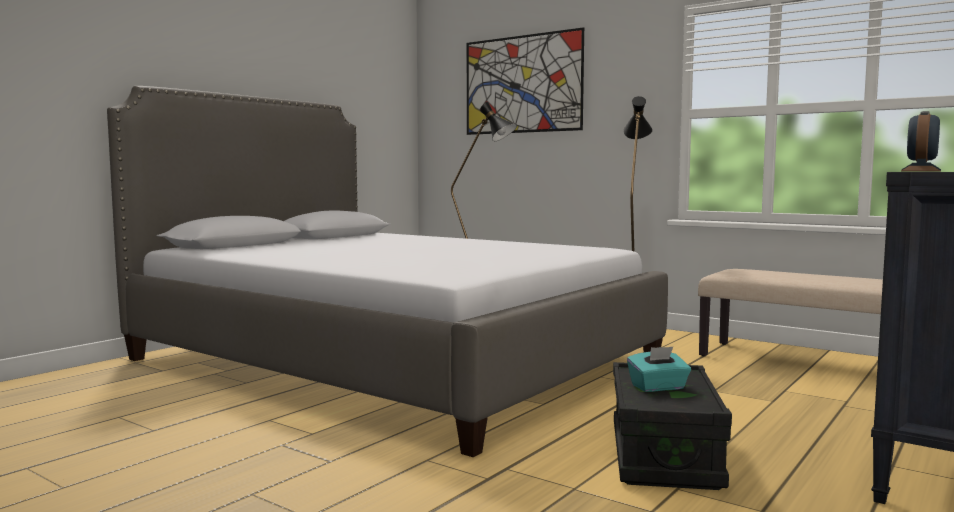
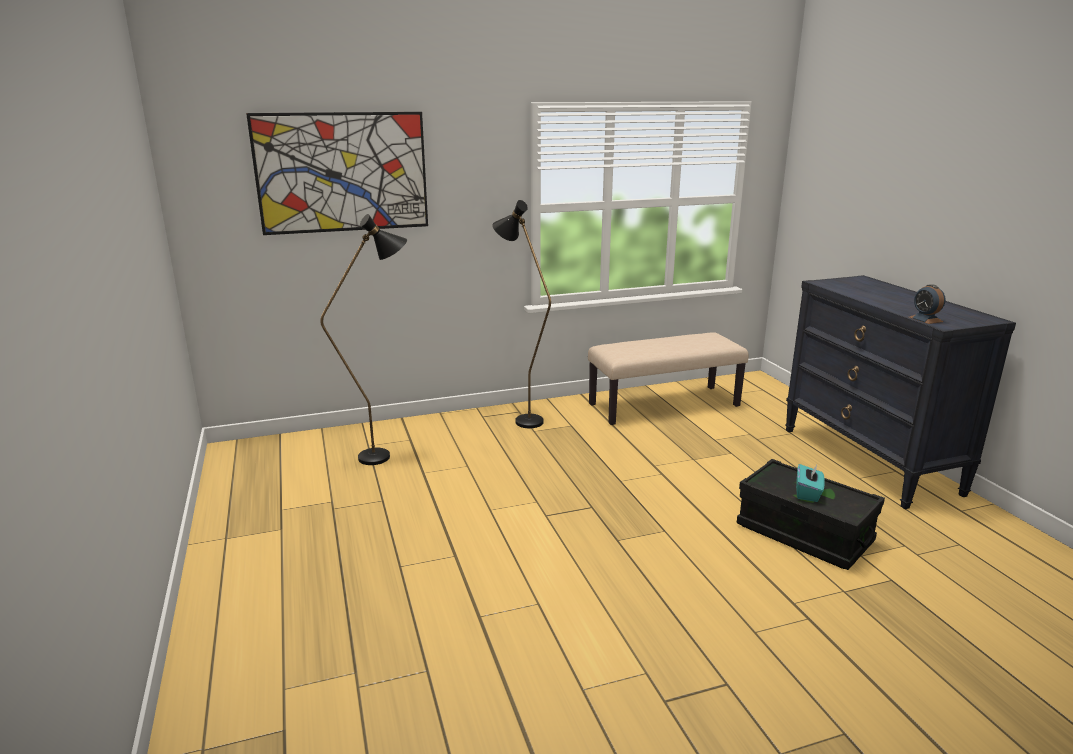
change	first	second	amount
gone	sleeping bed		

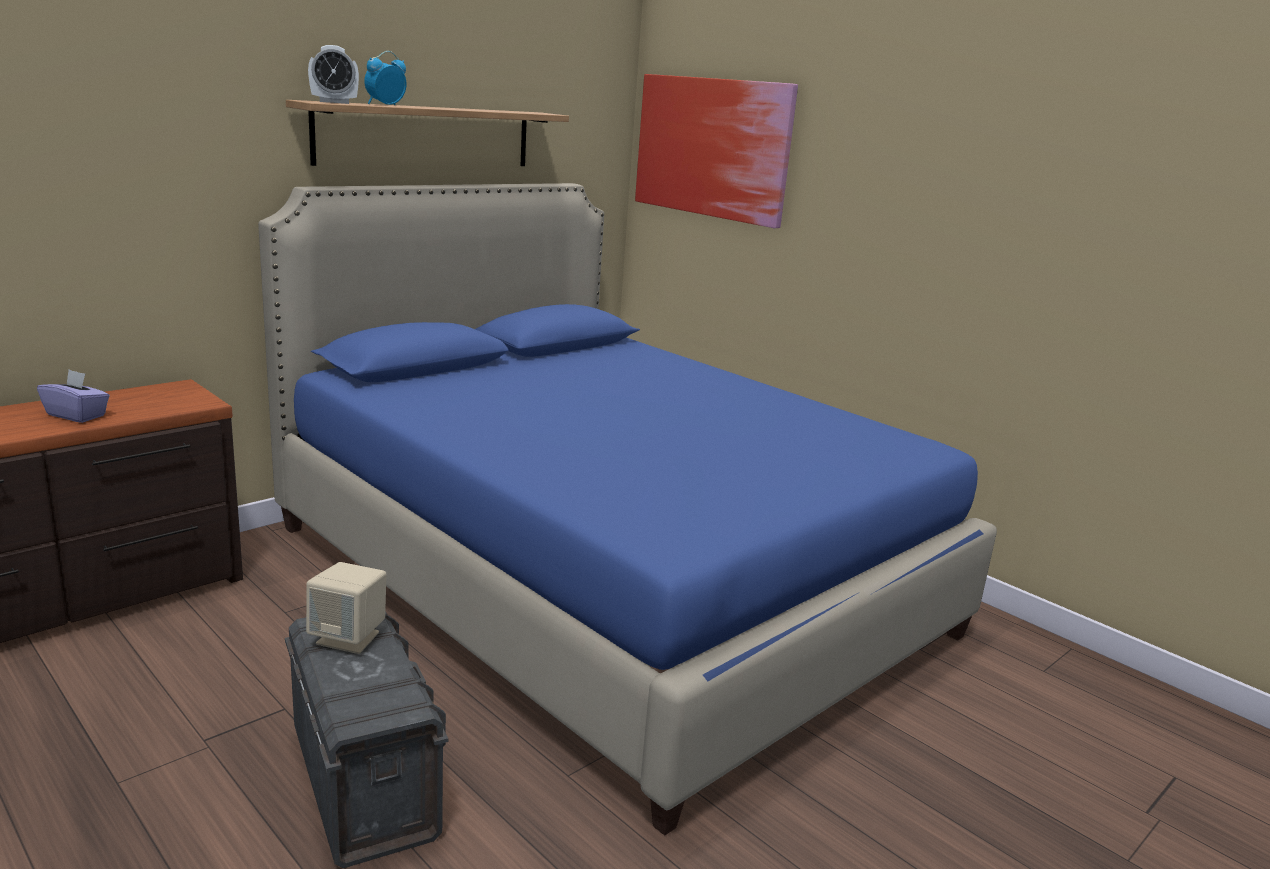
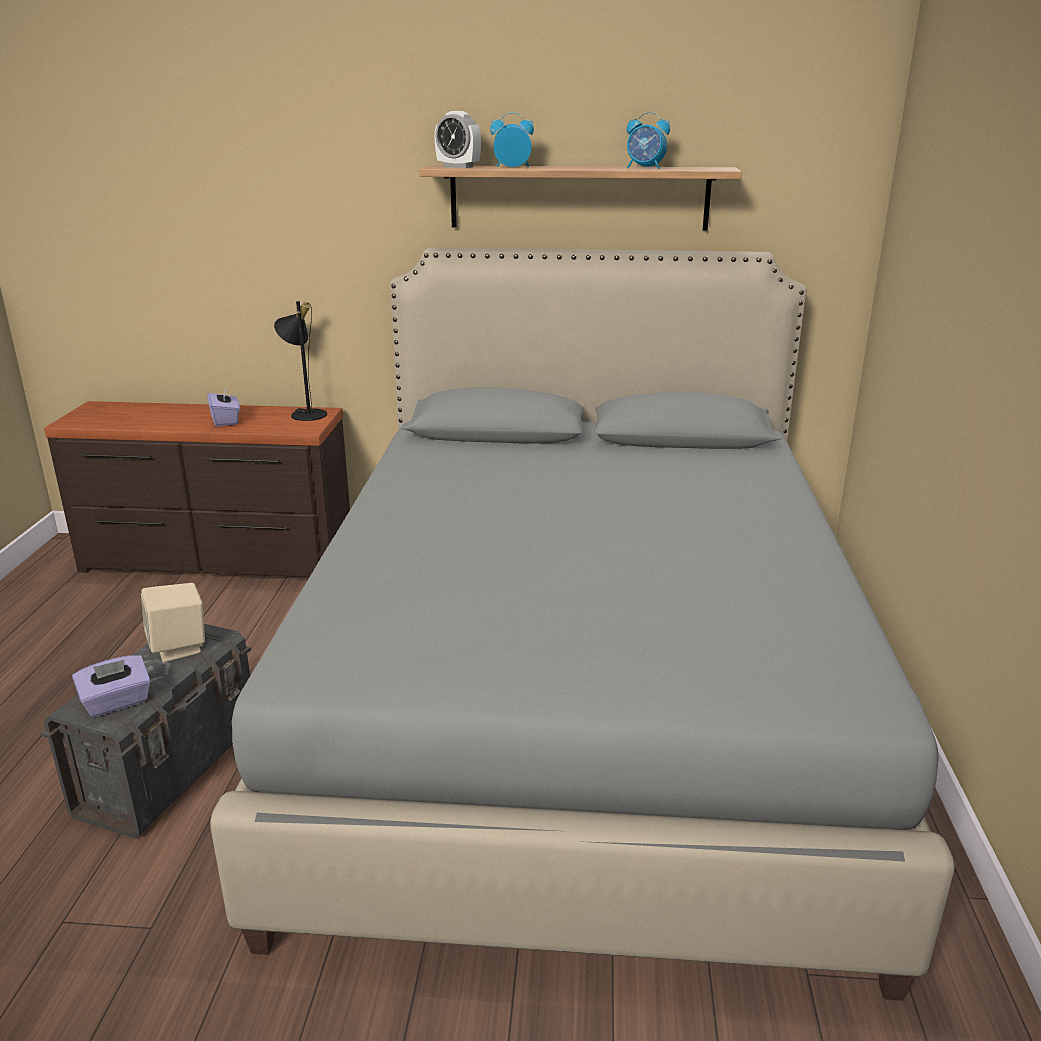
change	first	second	amount
gone	wall art		
new		purple-coloured tissue holder (no. 1 from left)	
new		black tabletop lamp	
new		bedside clock (no. 3 from left)	
repainted	bluish sleeping bed	gray sleeping bed	

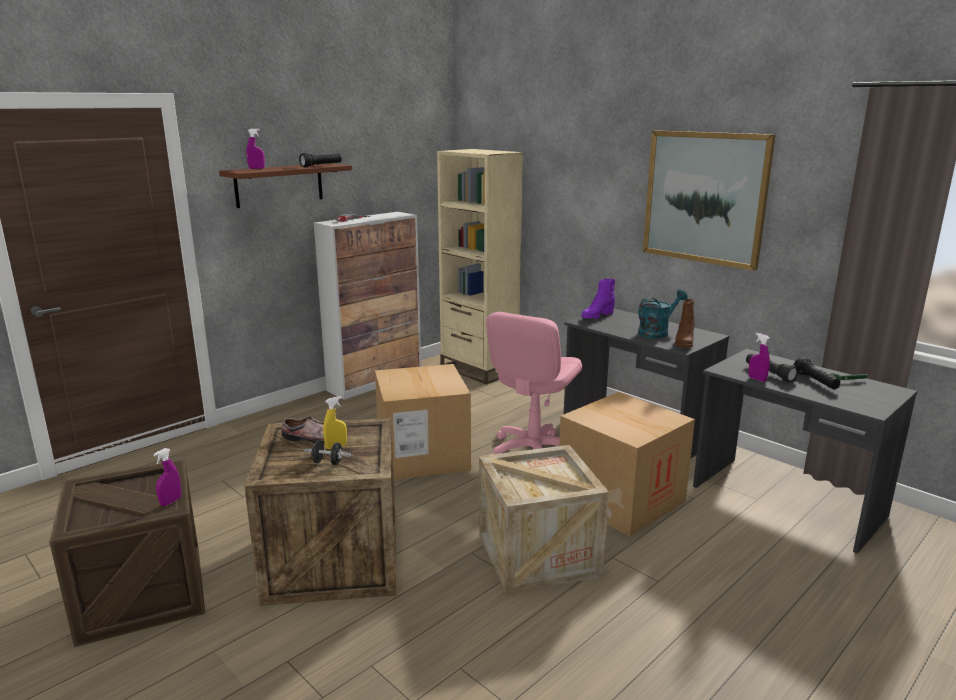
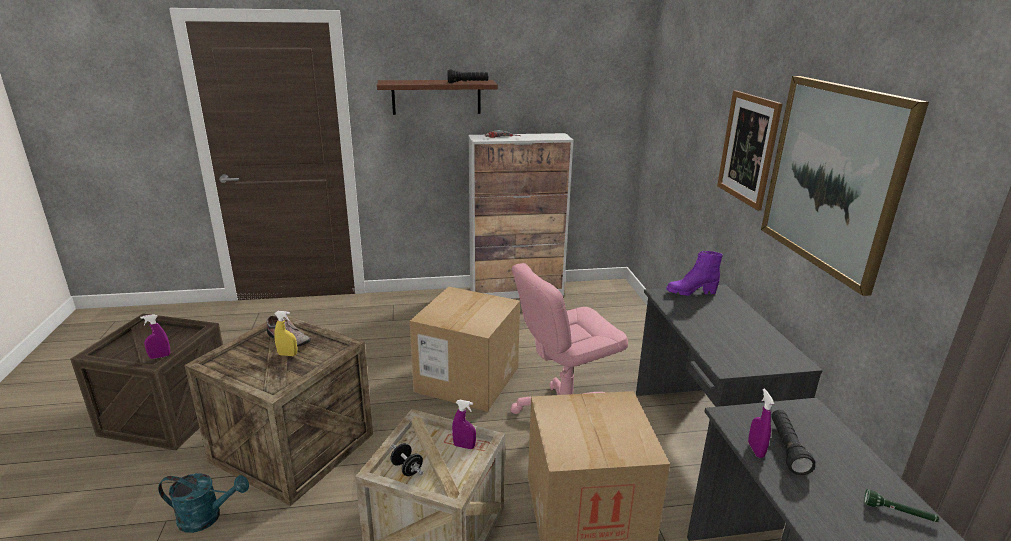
change	first	second	amount
gone	beige shelving unit		
gone	brown boot		
gone	black torch (no. 3 from left)		
new		wall art (no. 1 from left)	
shifted	purple-coloured hand sprayer (no. 2 from left)		
shifted	black free weight		
shifted	turquoise sprinkling can		

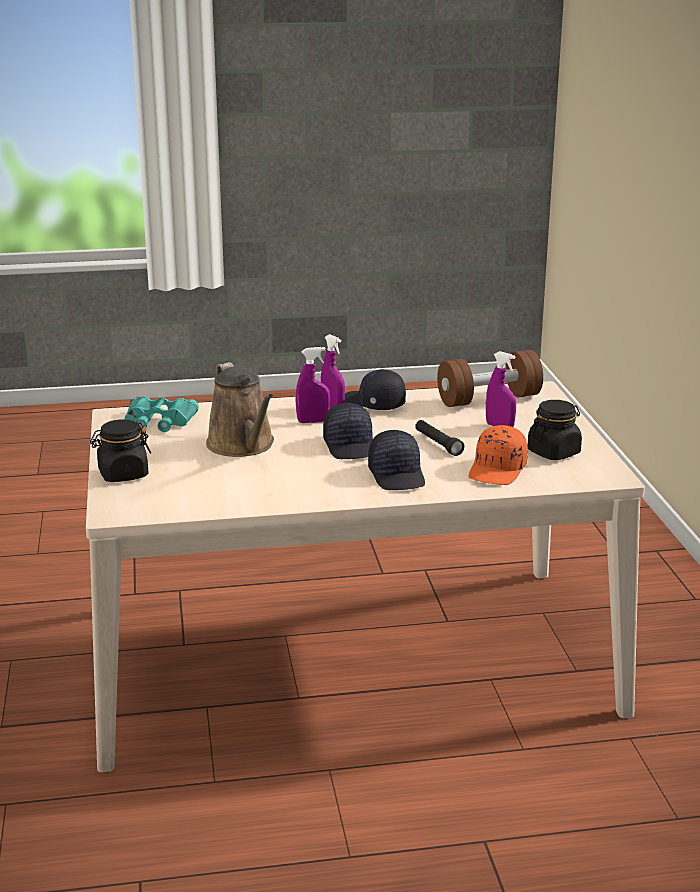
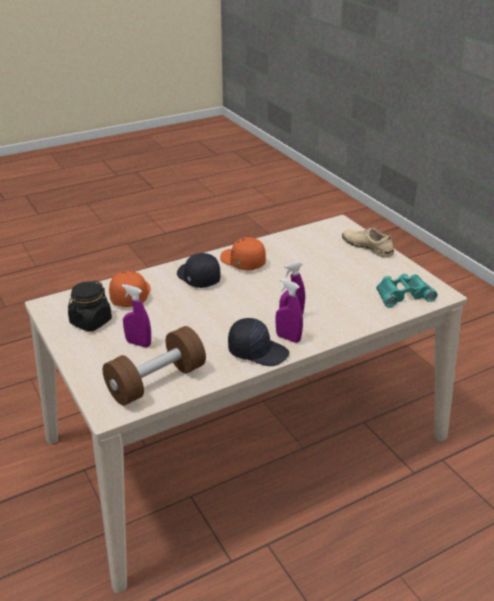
change	first	second	amount
gone	brown sprinkling can		
gone	black peaked cap (no. 1 from left)		
gone	black torch		
new		orangey peaked cap (no. 2 from left)	
swapped	black storage jar (no. 1 from left)	beige shoe	

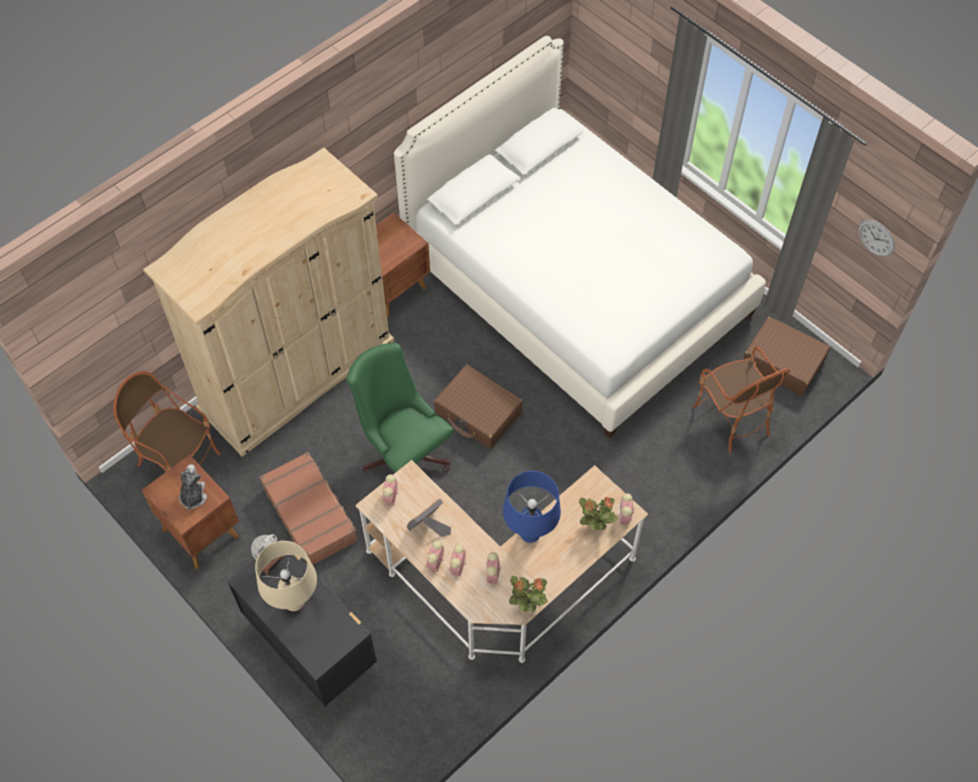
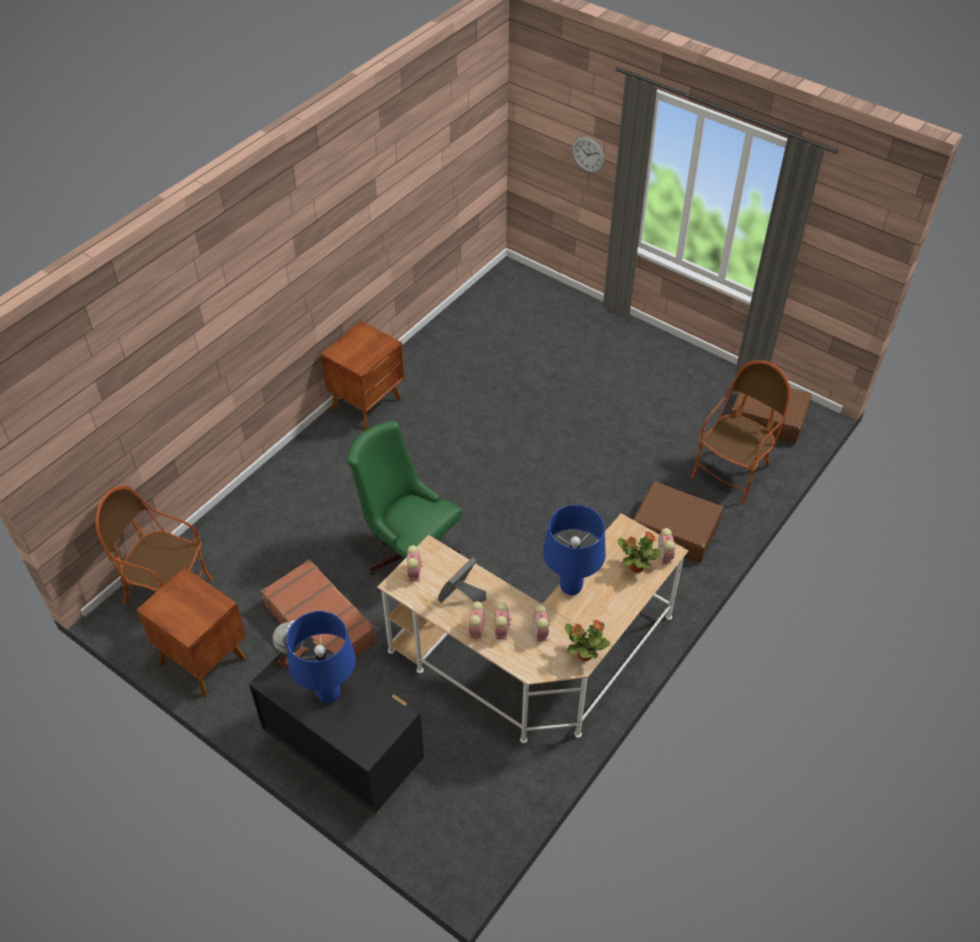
change	first	second	amount
gone	beige wardrobe		
gone	plush toy		
gone	whitish sleeping bed		
shifted	brown piece of luggage (no. 2 from left)		
shifted	hanging clock		
repainted	beige tabletop lamp	bluish tabletop lamp (no. 1 from left)	
rotated	easy chair (no. 2 from left)		105 degrees counterclockwise

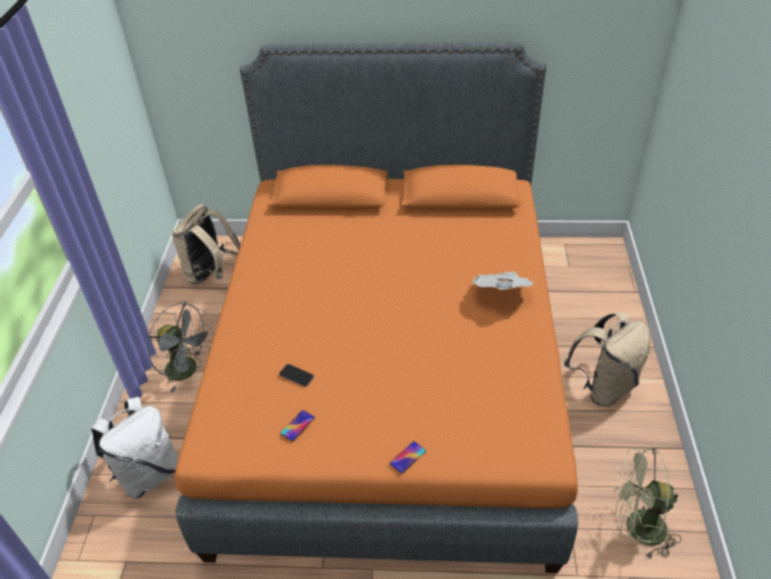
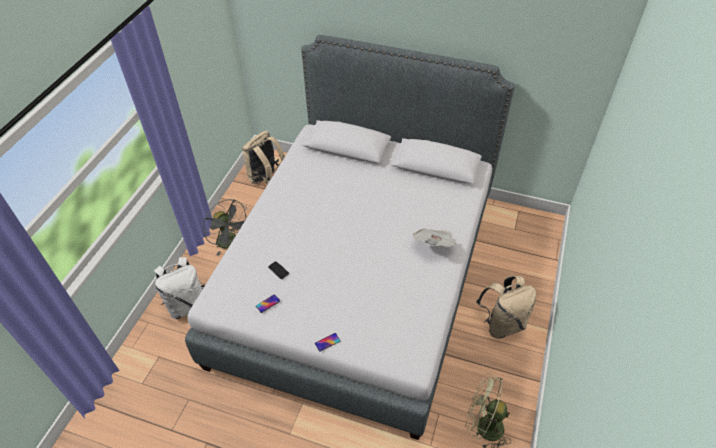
change	first	second	amount
repainted	orangey sleeping bed	gray sleeping bed	

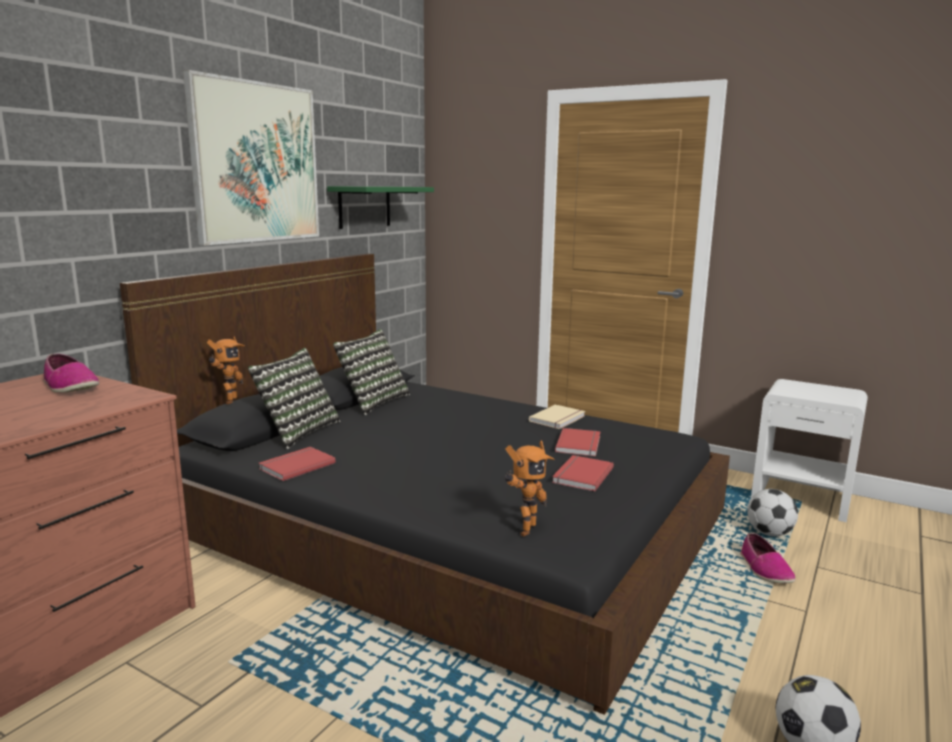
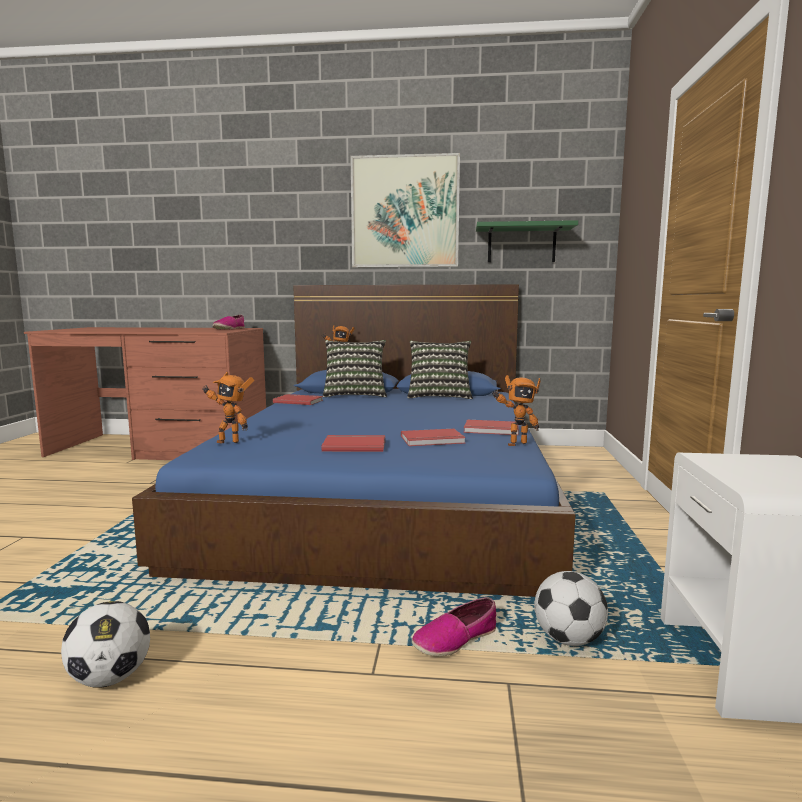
change	first	second	amount
new		toy robot (no. 3 from left)	
repainted	black sleeping bed	bluish sleeping bed	
repainted	beige volume	reddish volume (no. 4 from left)	

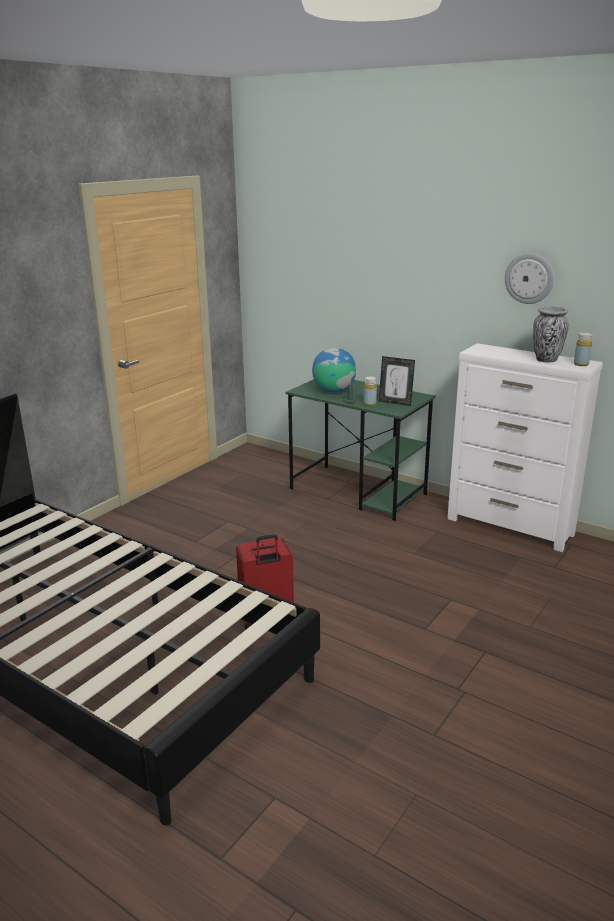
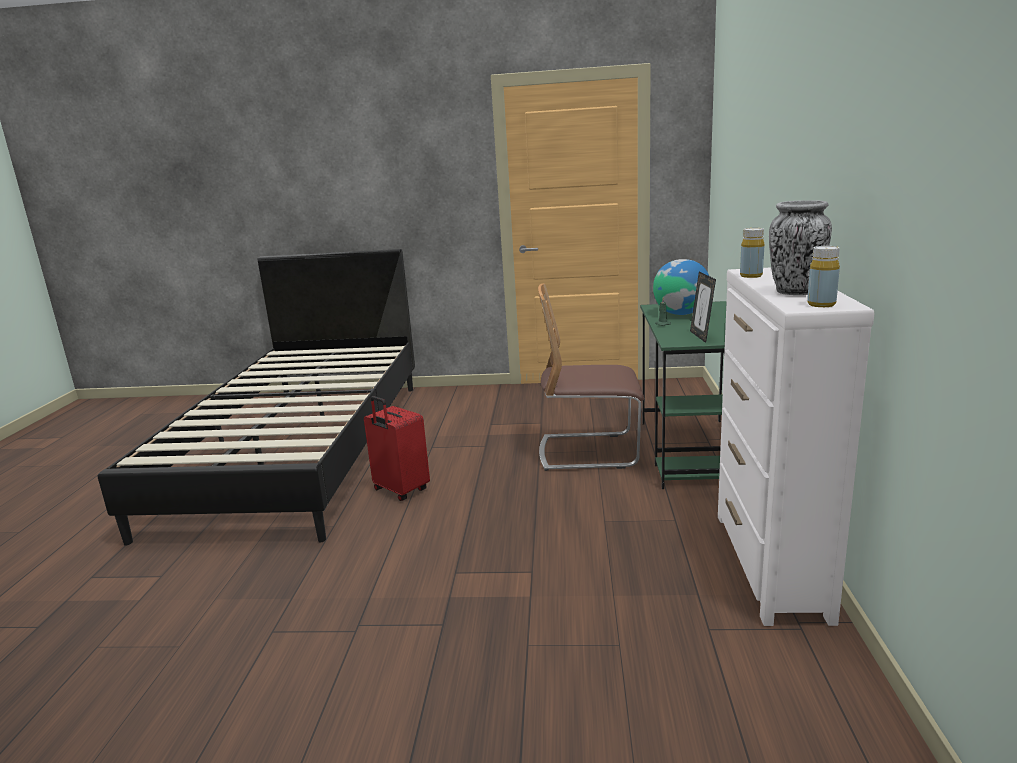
change	first	second	amount
gone	hanging clock		
new		chair	
shifted	yellow drink bottle (no. 1 from left)		

